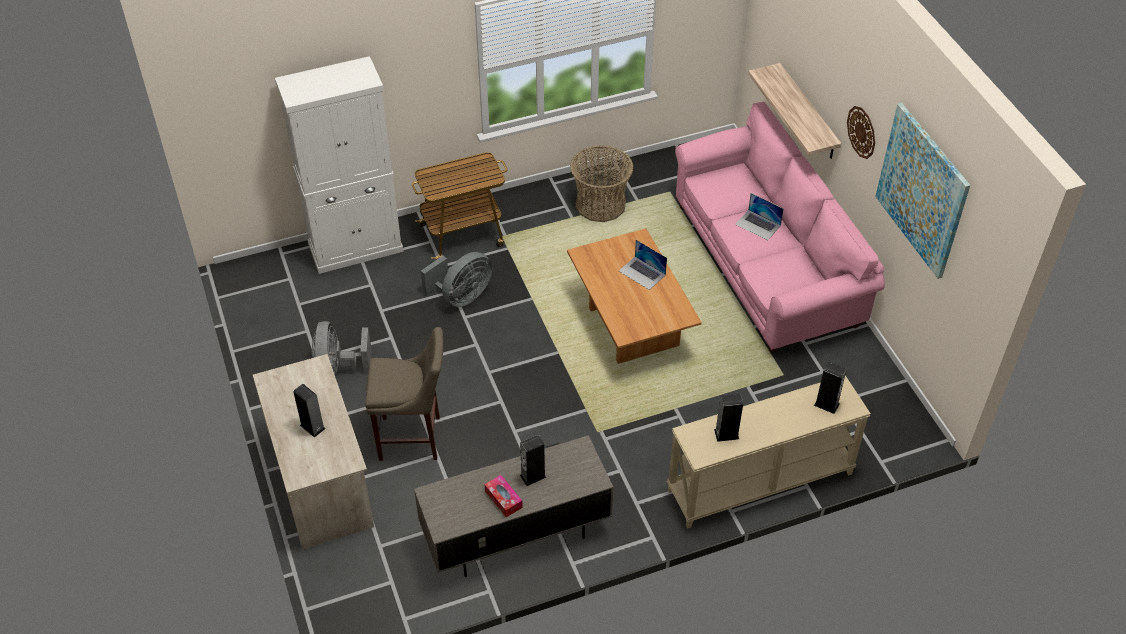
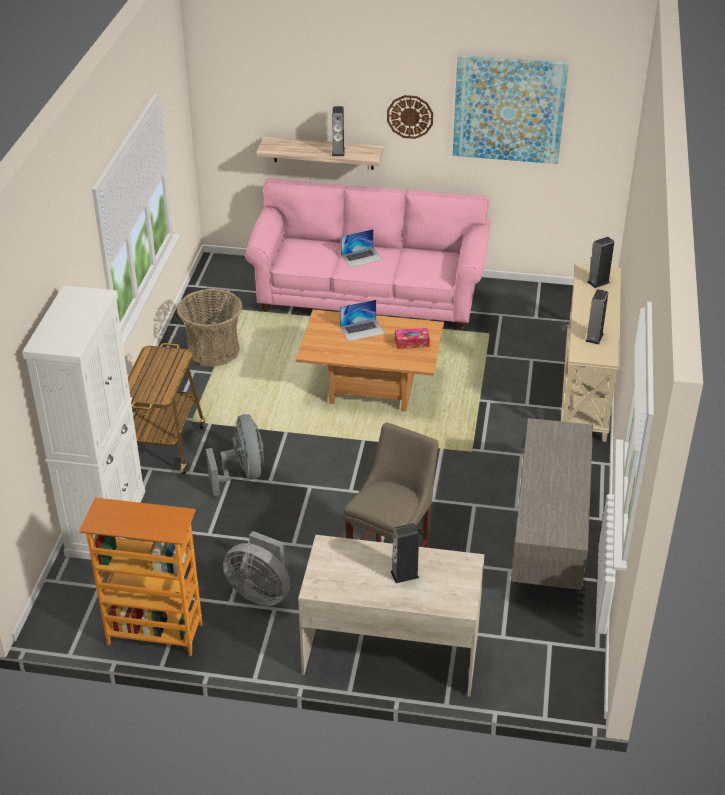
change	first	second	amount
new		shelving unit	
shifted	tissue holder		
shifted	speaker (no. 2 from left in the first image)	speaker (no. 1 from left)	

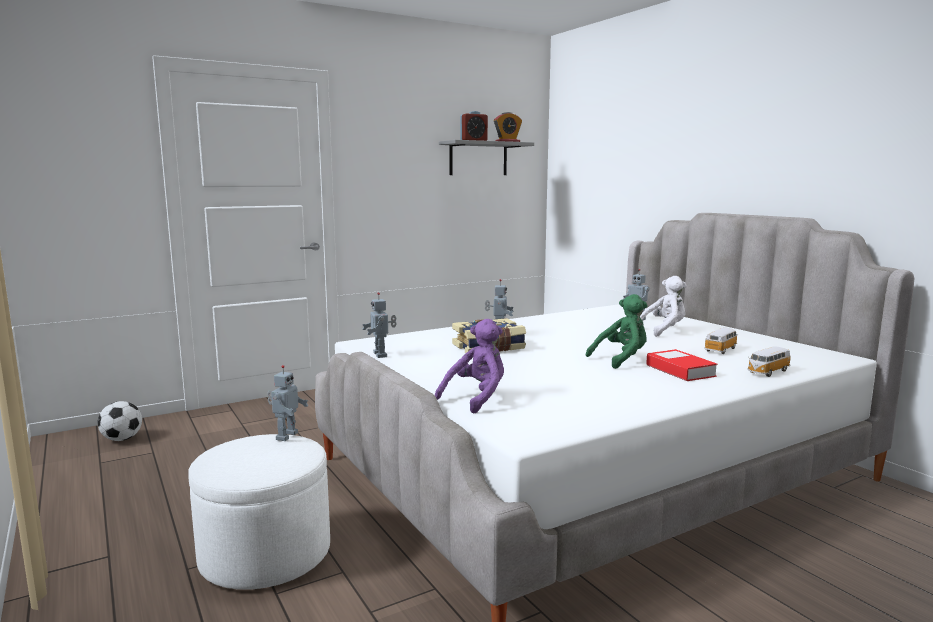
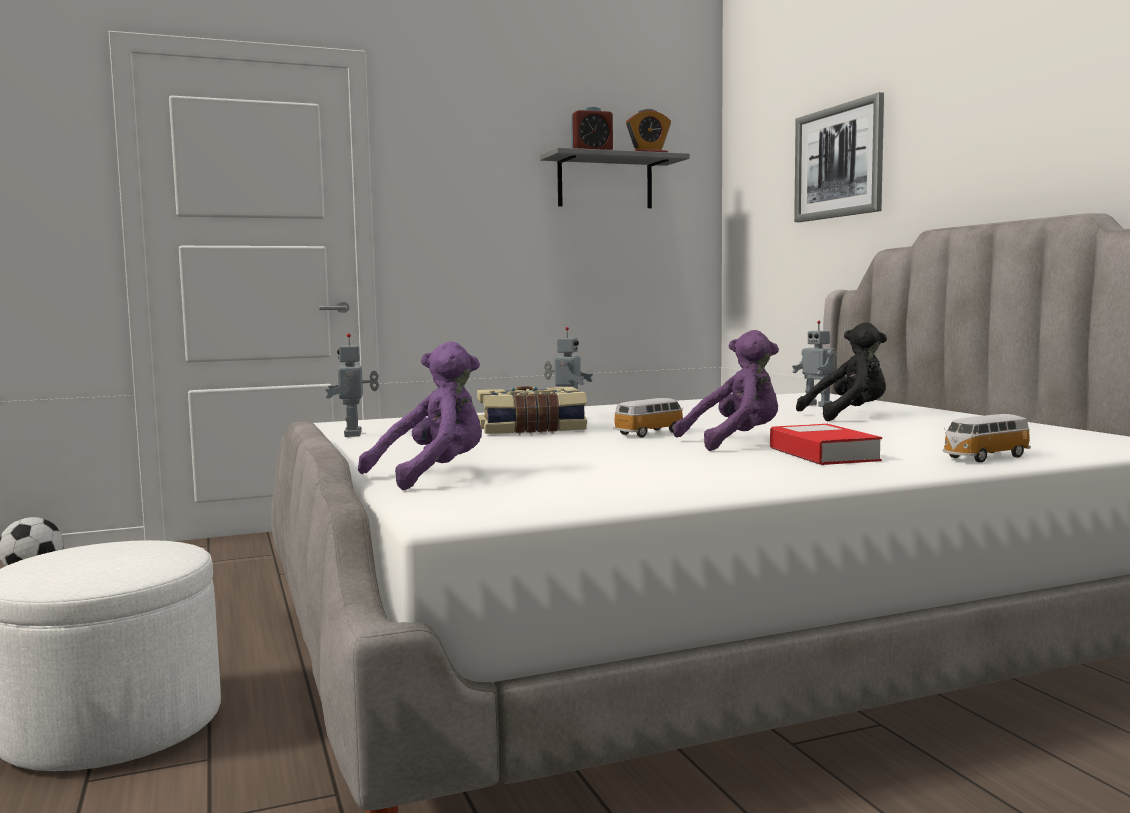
change	first	second	amount
gone	toy robot (no. 1 from left)		
new		wall art	
shifted	toy car (no. 1 from left)		
repainted	greenish plush toy	purple-coloured plush toy (no. 2 from left)	
repainted	whitish plush toy	black plush toy	

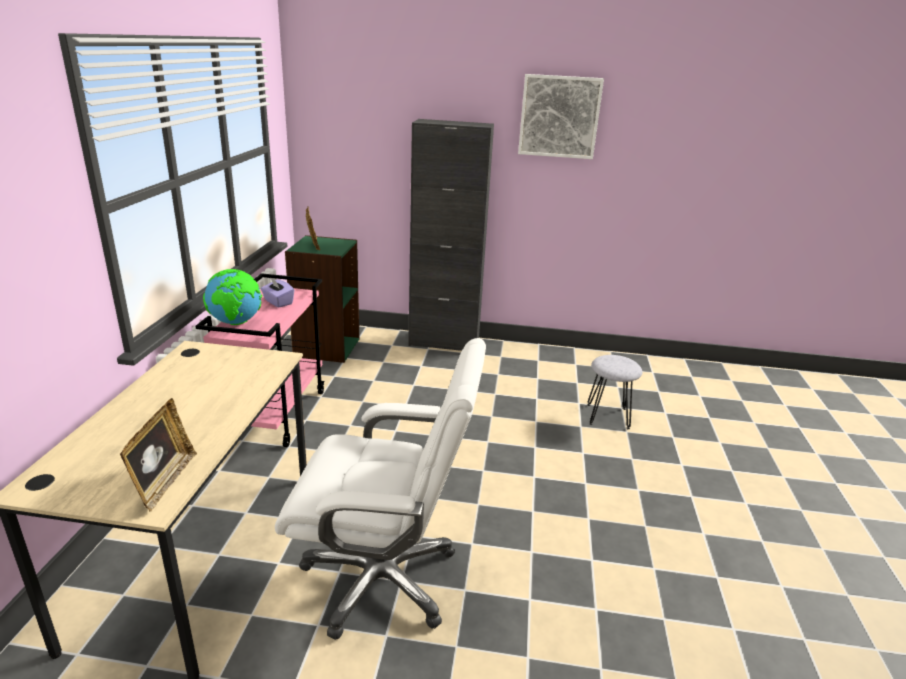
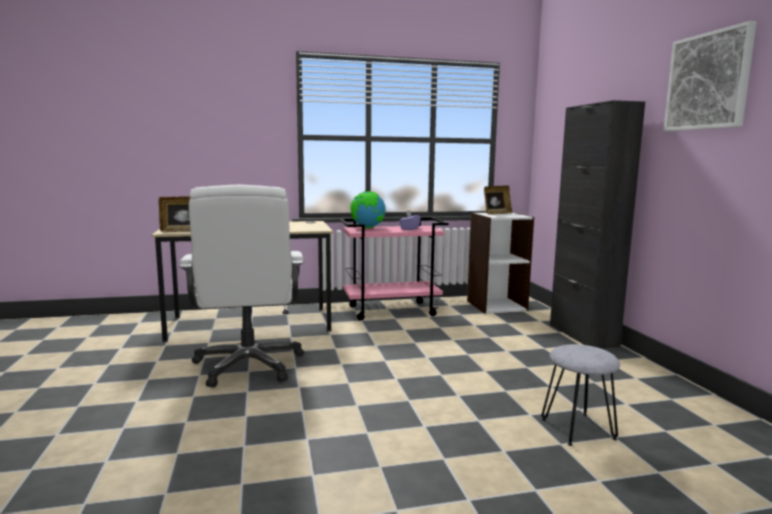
change	first	second	amount
repainted	greenish shelving unit	whitish shelving unit	

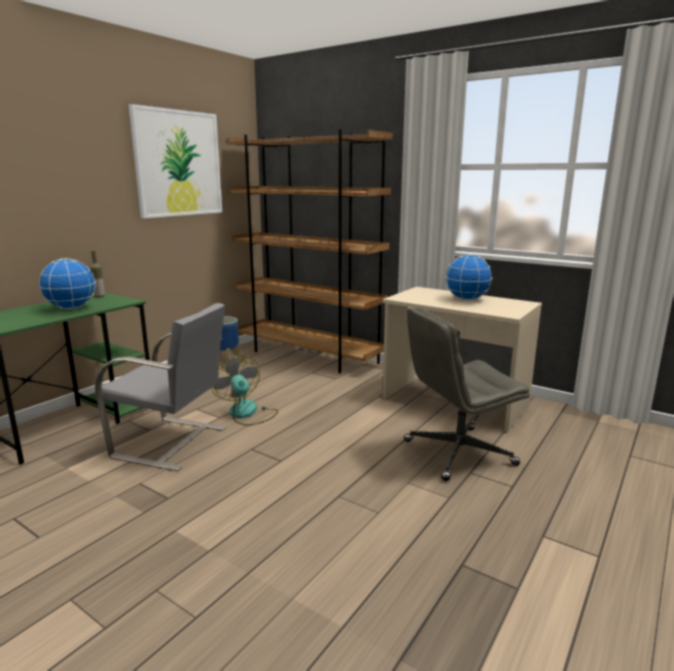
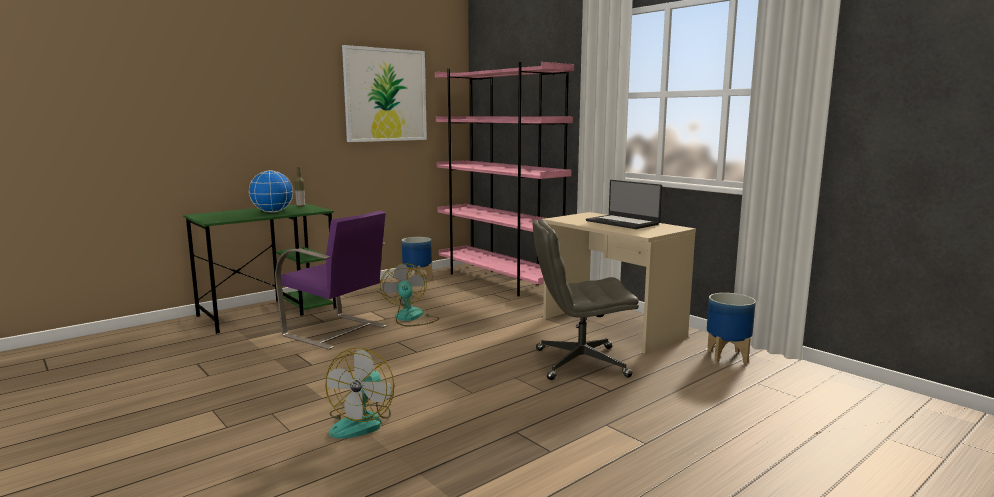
change	first	second	amount
new		fan (no. 1 from left)	
new		plant pot (no. 2 from left)	
swapped	desk globe (no. 2 from left)	notebook computer	
repainted	gray chair	purple-coloured chair	
repainted	brown shelving unit	pink shelving unit	

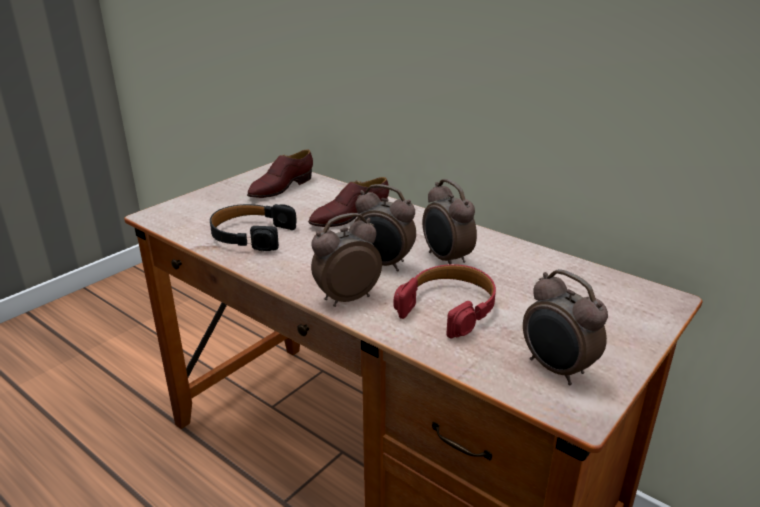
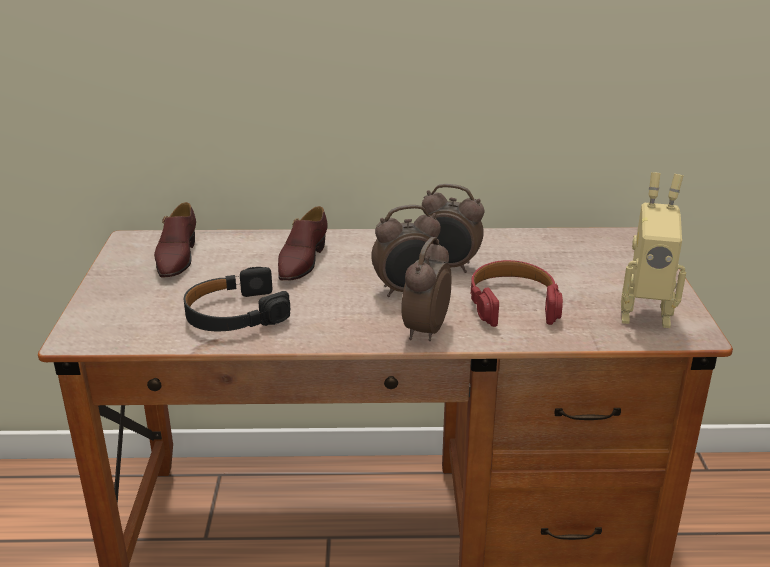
change	first	second	amount
swapped	bedside clock (no. 4 from left)	toy robot	

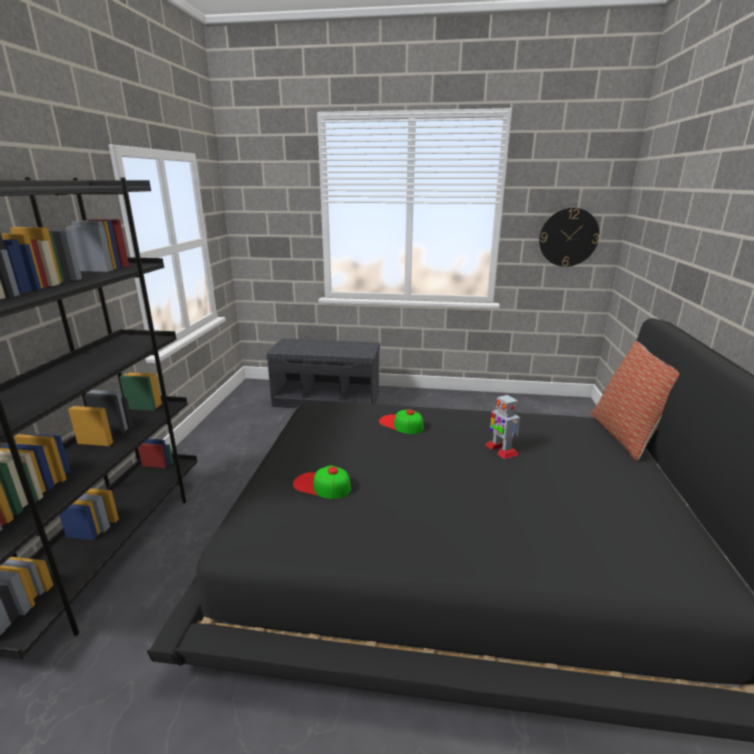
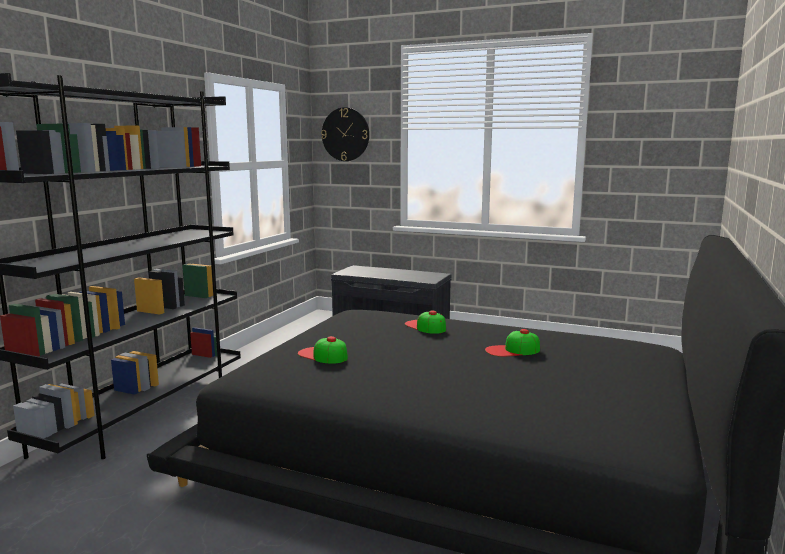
change	first	second	amount
gone	throw pillow		
shifted	hanging clock		
swapped	toy robot	peaked cap (no. 3 from left)	

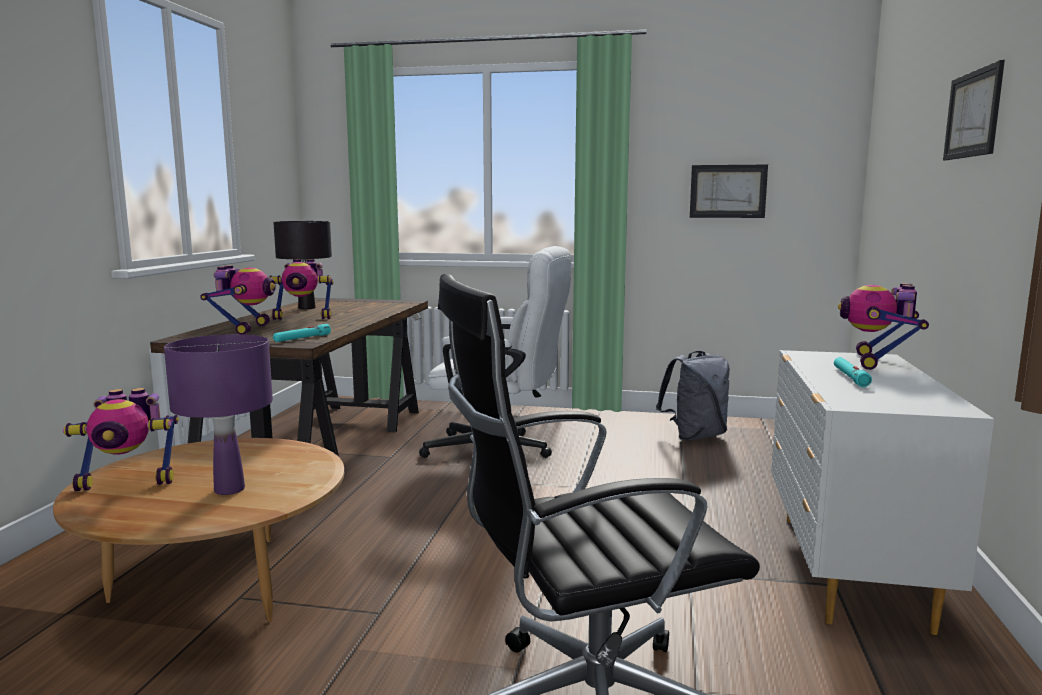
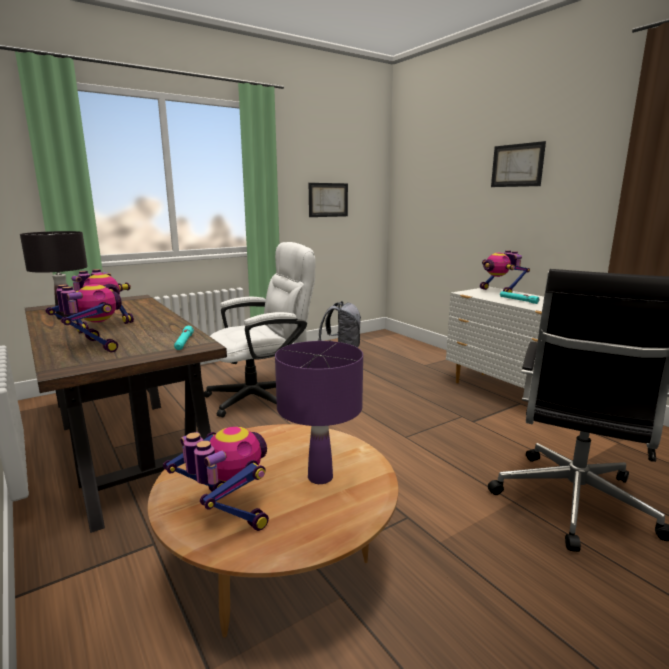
change	first	second	amount
rotated	toy robot (no. 1 from left in the first image)	toy robot (no. 3 from left)	75 degrees counterclockwise

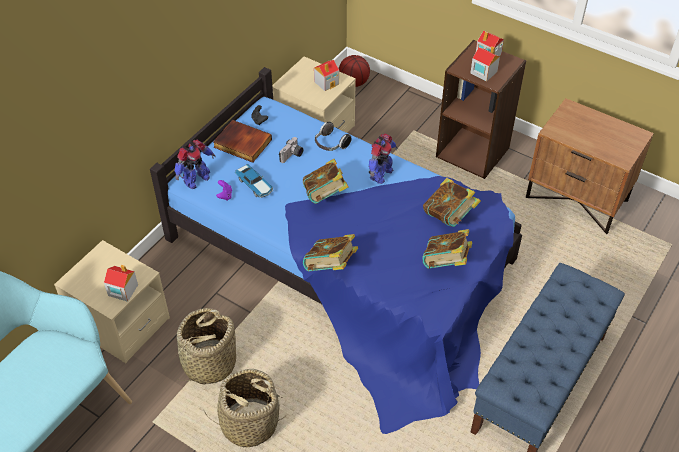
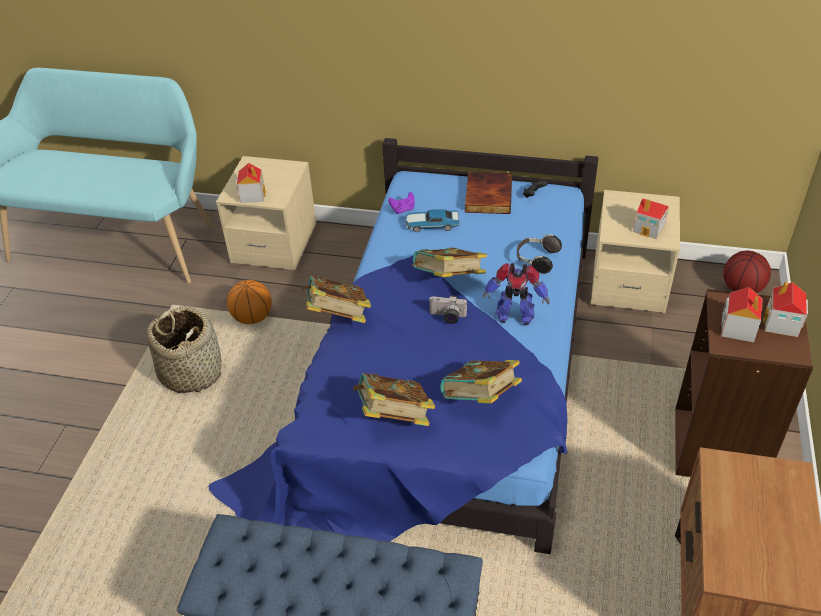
change	first	second	amount
gone	toy robot (no. 1 from left)		
shifted	photo camera		
swapped	storage basket (no. 1 from left)	basketball (no. 1 from left)	
rotated	toy car		60 degrees clockwise

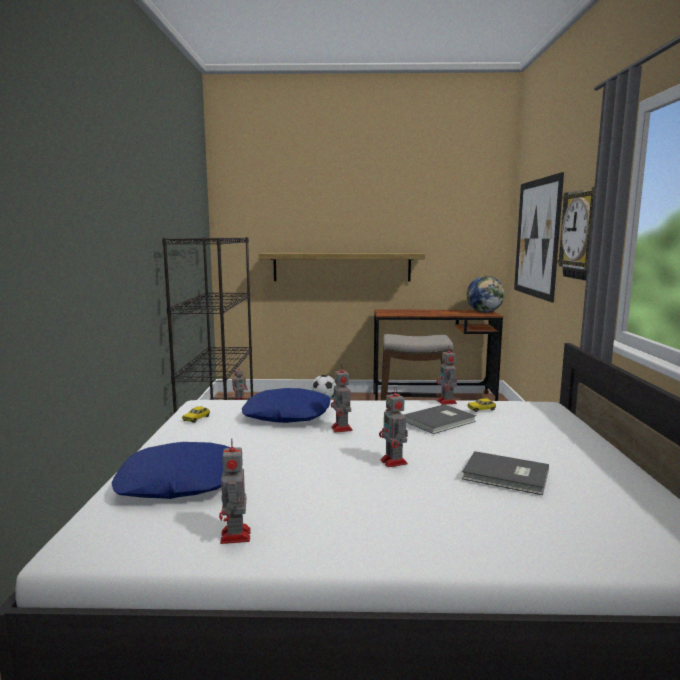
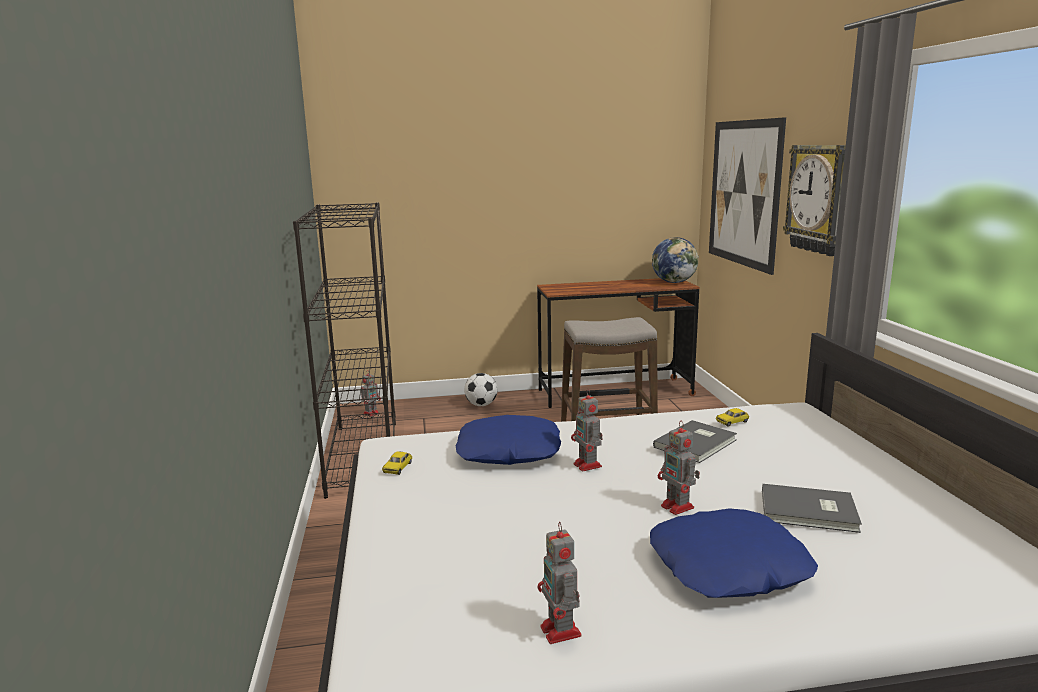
change	first	second	amount
gone	wall shelf		
gone	toy robot (no. 5 from left)		
shifted	bluish throw pillow (no. 1 from left in the first image)	bluish throw pillow (no. 2 from left)	

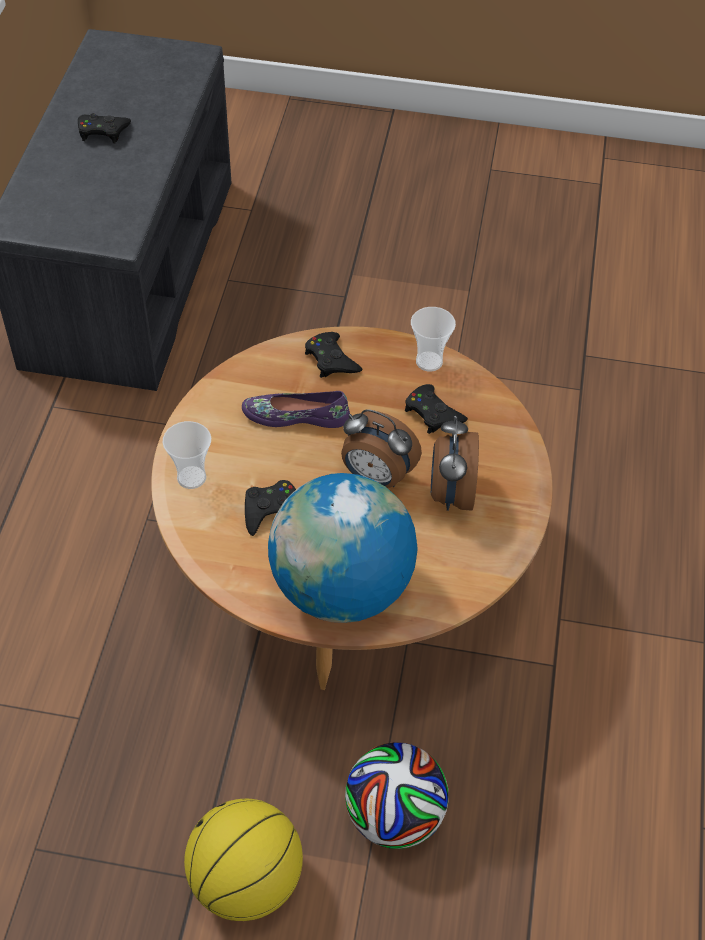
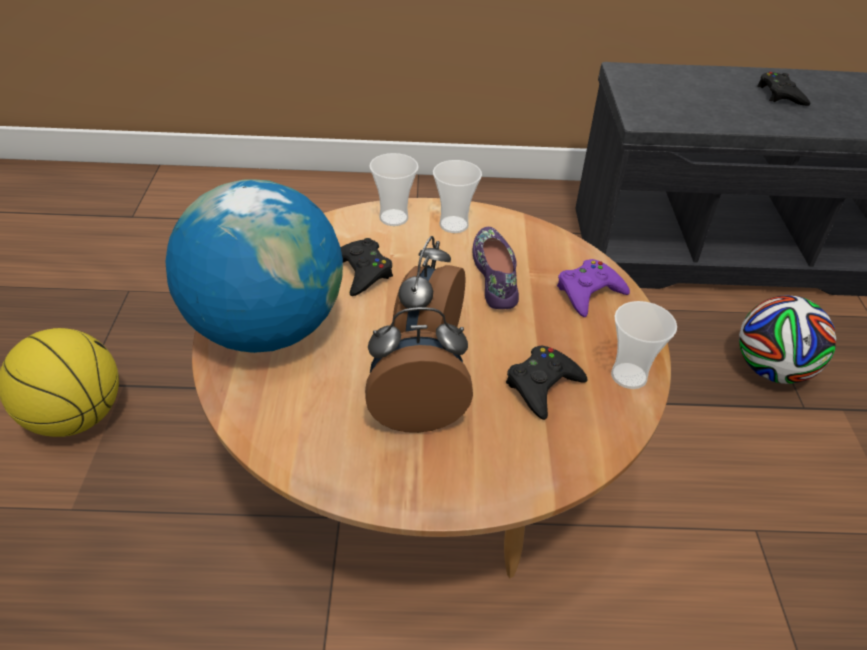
change	first	second	amount
new		drinking cup (no. 2 from left)	
shifted	ball for football		
repainted	black gamepad (no. 3 from left)	purple-coloured gamepad	

